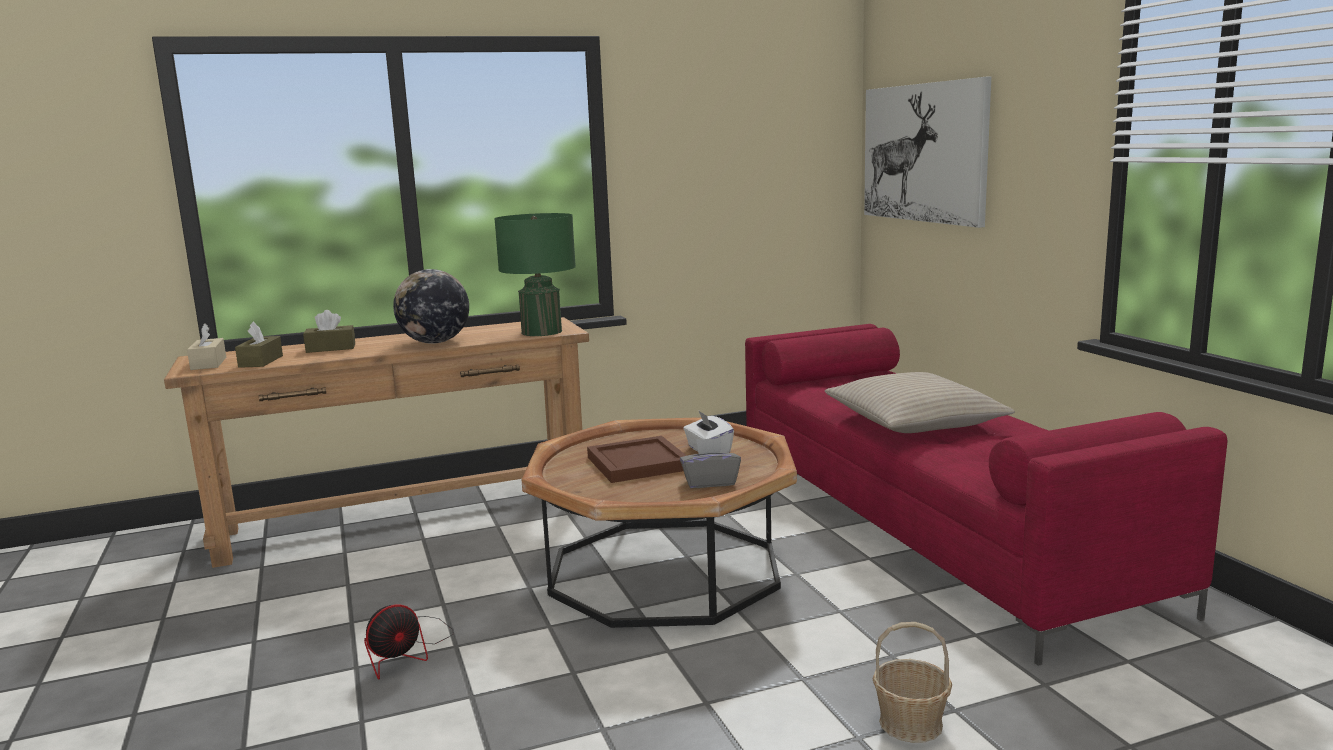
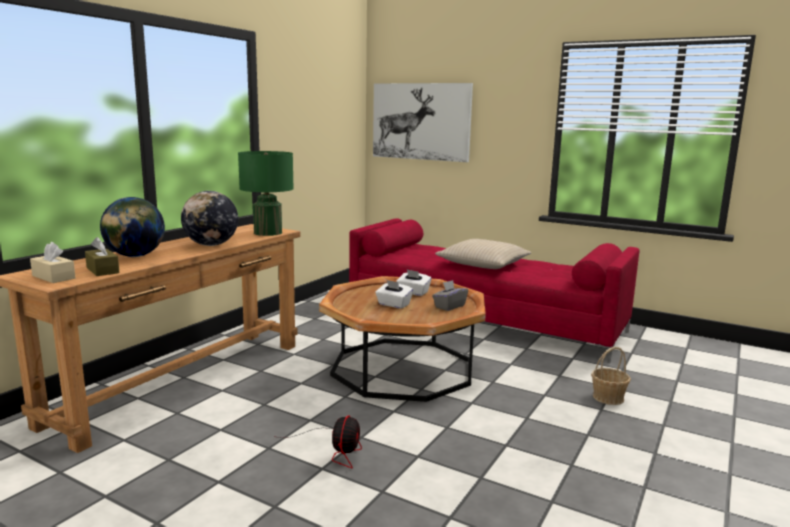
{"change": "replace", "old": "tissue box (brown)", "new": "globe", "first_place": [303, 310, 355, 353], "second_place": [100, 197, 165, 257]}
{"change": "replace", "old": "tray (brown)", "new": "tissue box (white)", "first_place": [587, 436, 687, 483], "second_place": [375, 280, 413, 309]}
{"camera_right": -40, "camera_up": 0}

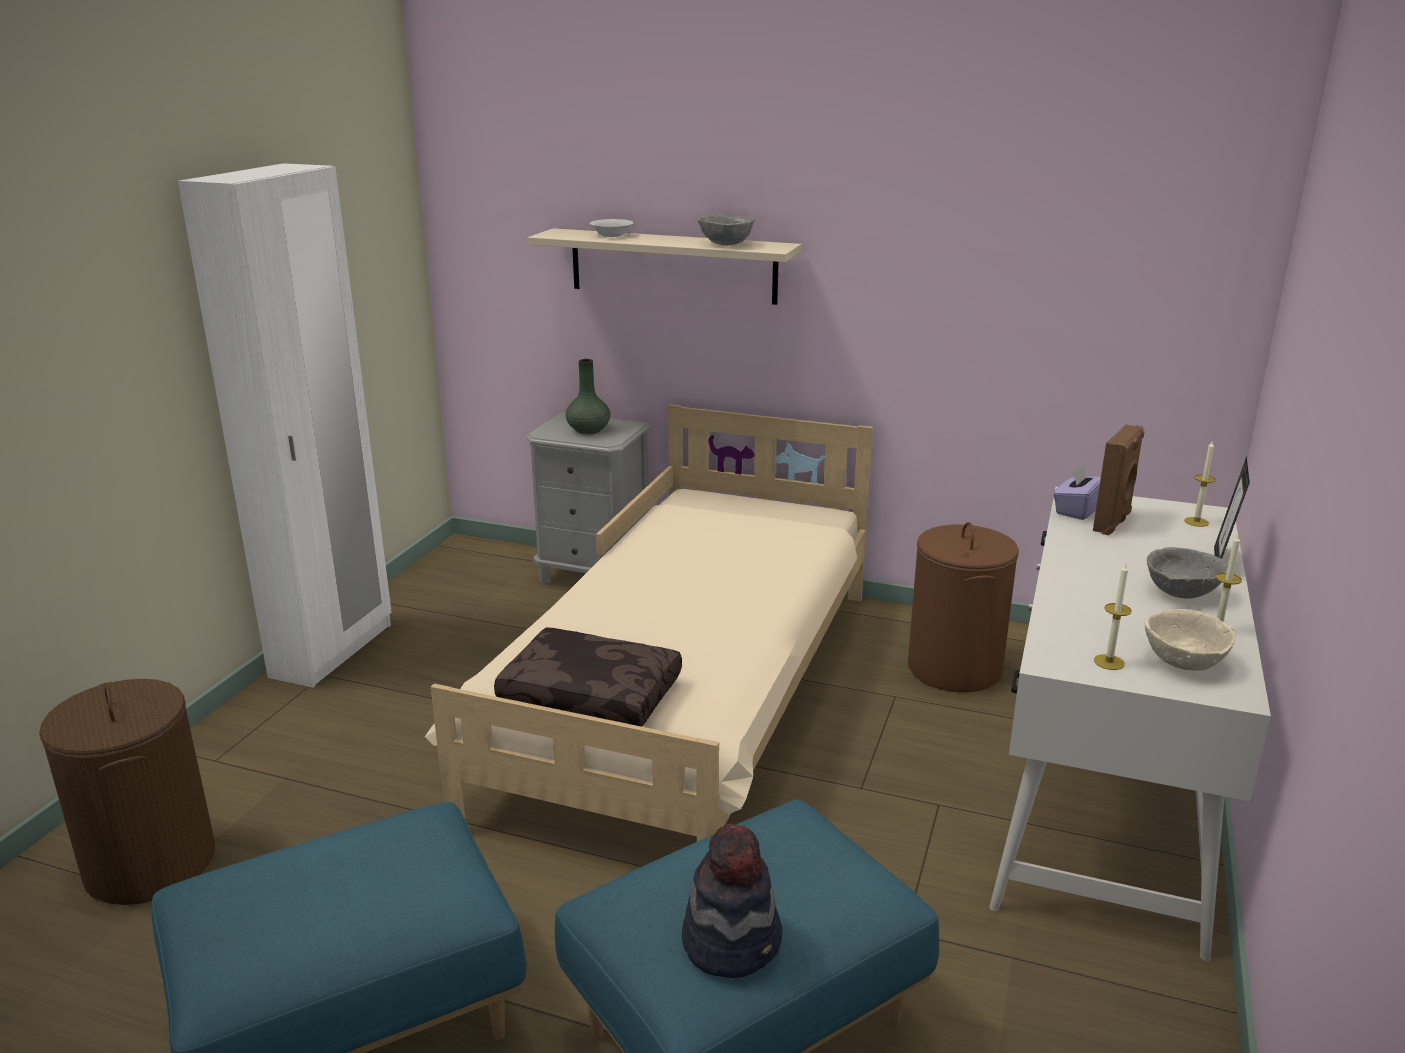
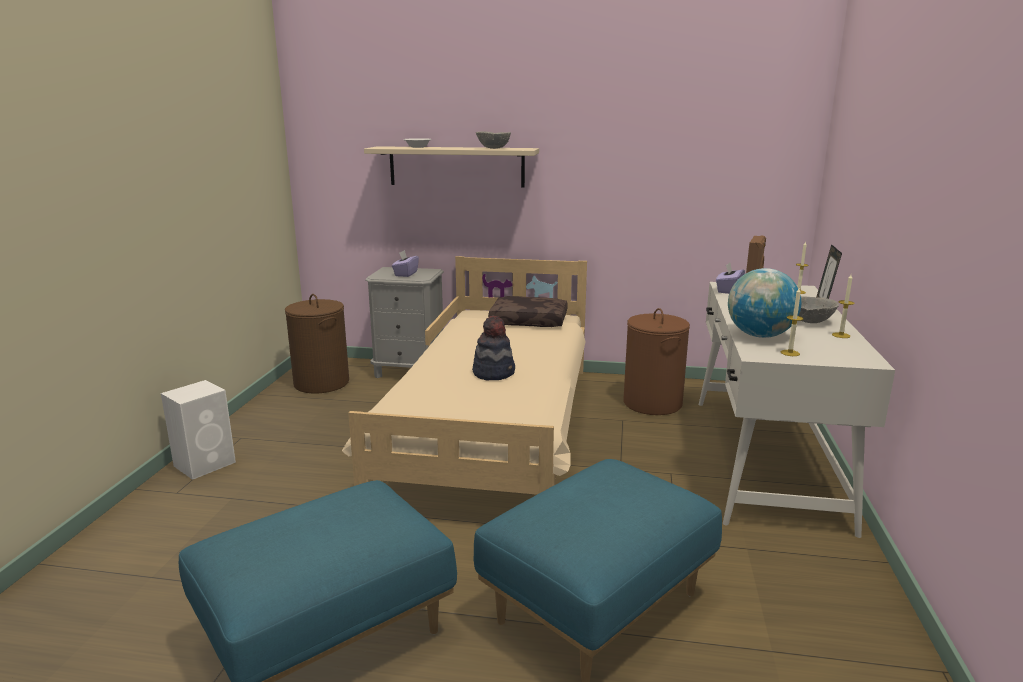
{"change": "insert", "new": "speaker (white)", "second_place": [161, 380, 236, 480]}
{"change": "move", "old": "laundry basket (brown)", "first_place": [39, 679, 215, 905], "second_place": [285, 294, 349, 393]}
{"change": "replace", "old": "vase (green)", "new": "tissue box (purple)", "first_place": [566, 359, 610, 434], "second_place": [392, 250, 419, 277]}
{"change": "move", "old": "hat", "first_place": [682, 824, 782, 978], "second_place": [472, 316, 515, 380]}
{"change": "move", "old": "pillow (brown)", "first_place": [494, 628, 682, 727], "second_place": [488, 296, 568, 327]}
{"change": "insert", "new": "globe", "second_place": [728, 268, 801, 338]}
{"change": "delete", "old": "wardrobe (white)", "first_place": [178, 163, 392, 688]}
{"change": "delete", "old": "bowl (beige)", "first_place": [1145, 609, 1235, 671]}
{"camera_right": -10, "camera_up": -5}

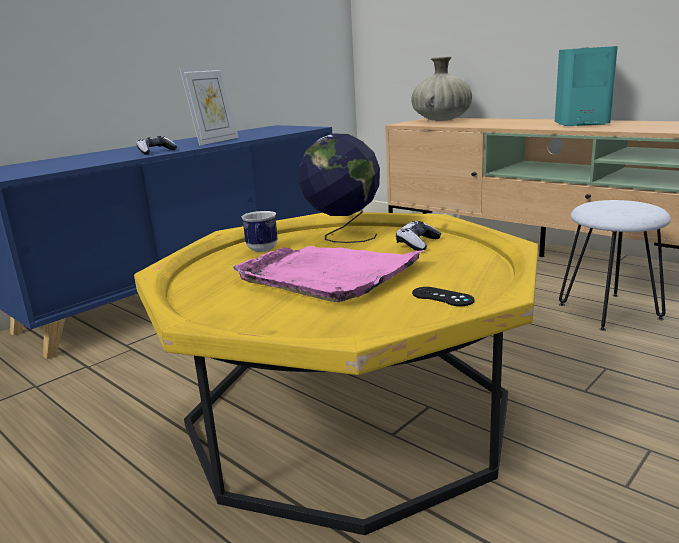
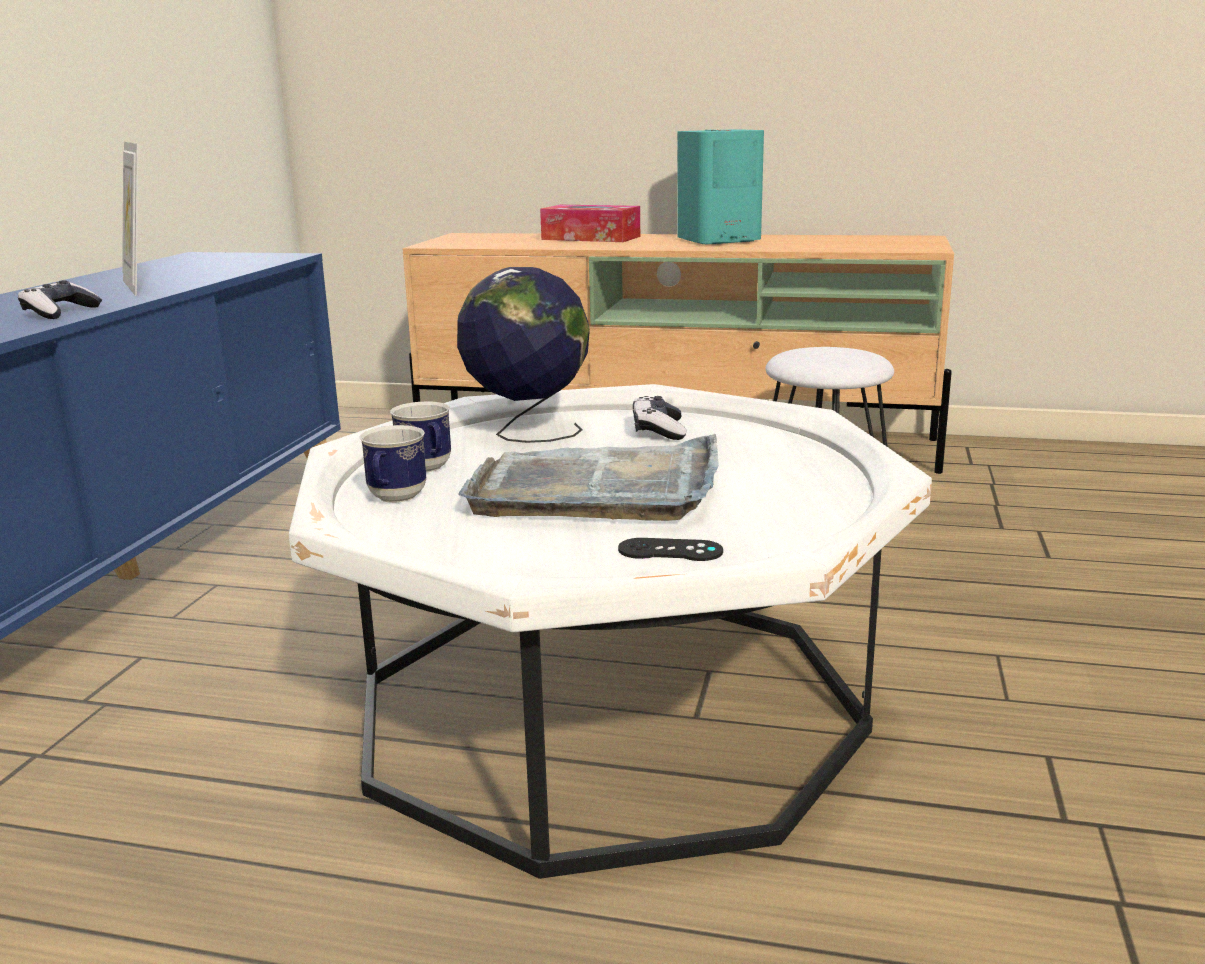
{"change": "rotate", "old": "picture frame", "first_place": [180, 66, 239, 146], "second_place": [122, 142, 138, 296], "degrees": 150}
{"change": "recolor", "old": "coffee table (yellow)", "new": "coffee table (white)", "first_place": [134, 212, 538, 535], "second_place": [289, 384, 932, 879]}
{"change": "insert", "new": "mug", "second_place": [359, 425, 426, 503]}
{"change": "recolor", "old": "tray (pink)", "new": "tray (grey)", "first_place": [233, 246, 426, 302], "second_place": [458, 434, 719, 521]}
{"change": "insert", "new": "tissue box", "second_place": [540, 205, 640, 242]}
{"change": "move", "old": "game controller (black)", "first_place": [412, 287, 475, 306], "second_place": [618, 538, 723, 561]}
{"change": "delete", "old": "vase (beige)", "first_place": [411, 56, 472, 121]}
{"camera_right": -30, "camera_up": 0}

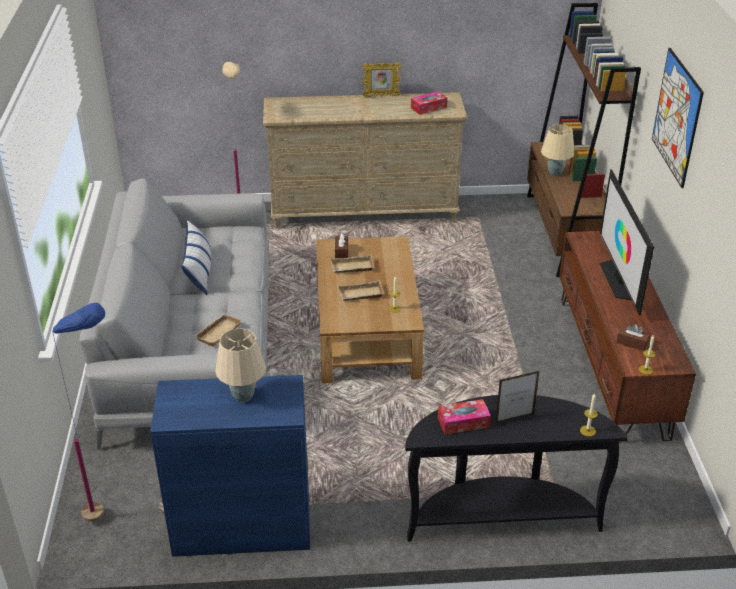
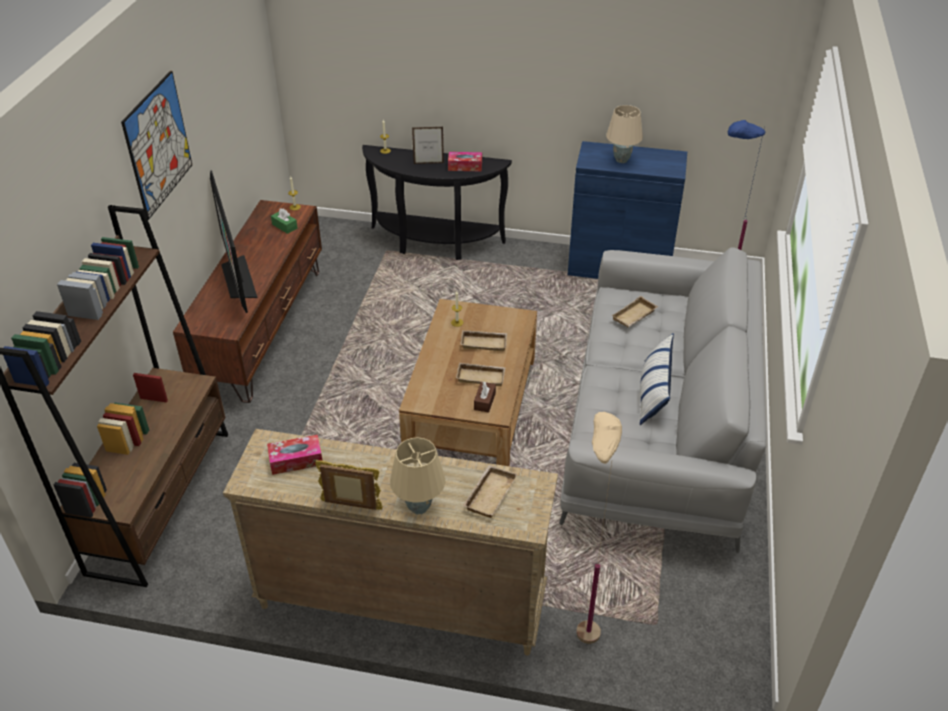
{"change": "rotate", "old": "television", "first_place": [600, 169, 654, 315], "second_place": [210, 171, 257, 313], "degrees": 150}
{"change": "recolor", "old": "tissue box (brown)", "new": "tissue box (green)", "first_place": [616, 324, 650, 351], "second_place": [271, 209, 298, 234]}
{"change": "move", "old": "table lamp (beige)", "first_place": [541, 124, 574, 176], "second_place": [390, 437, 446, 514]}
{"change": "insert", "new": "tray (beige)", "second_place": [463, 465, 517, 518]}
{"camera_right": -165, "camera_up": 5}

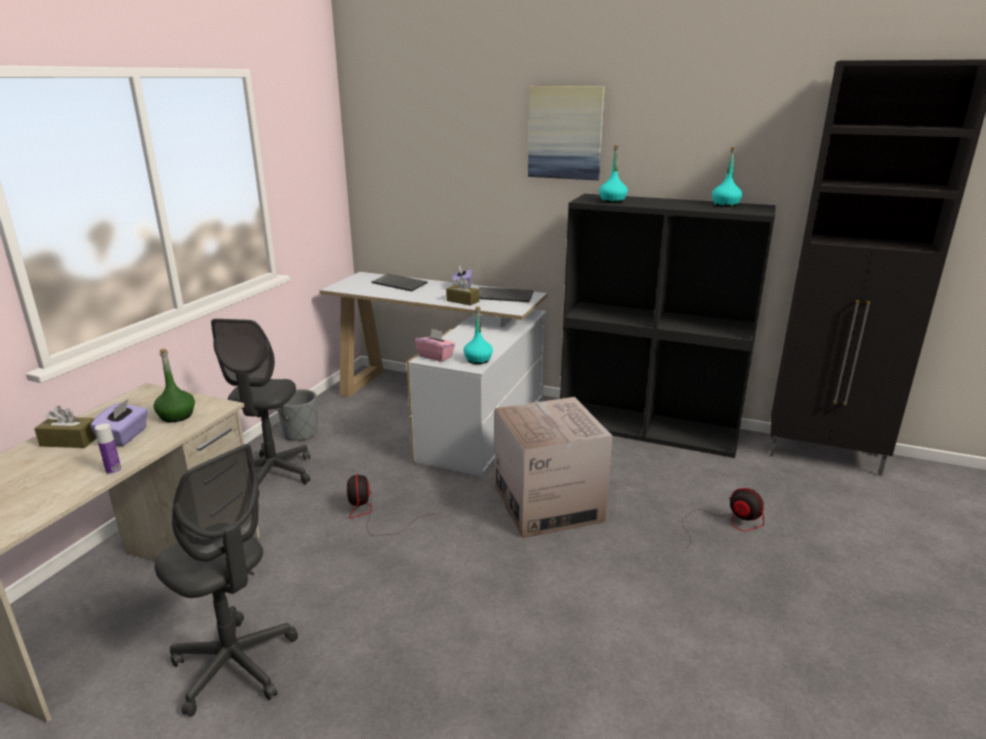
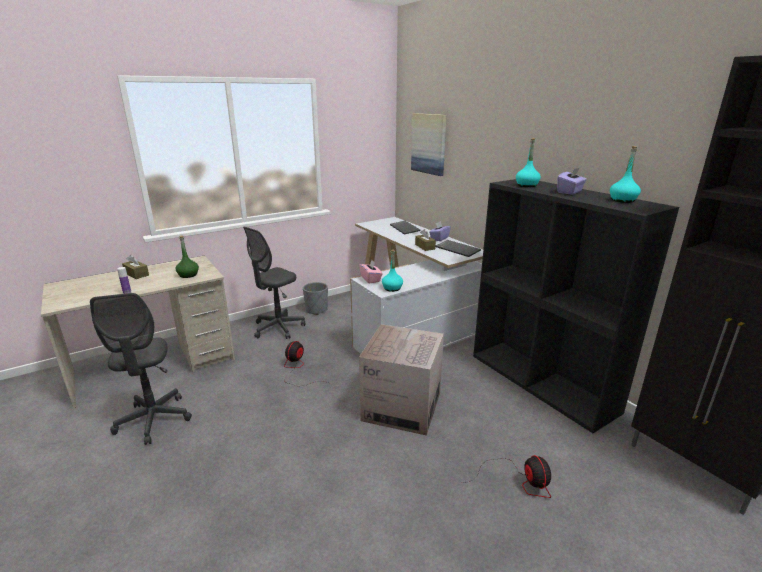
{"change": "move", "old": "picture", "first_place": [528, 86, 605, 180], "second_place": [411, 113, 447, 176]}
{"change": "move", "old": "tissue box (purple)", "first_place": [90, 399, 148, 446], "second_place": [557, 168, 587, 195]}
{"camera_right": 35, "camera_up": 0}

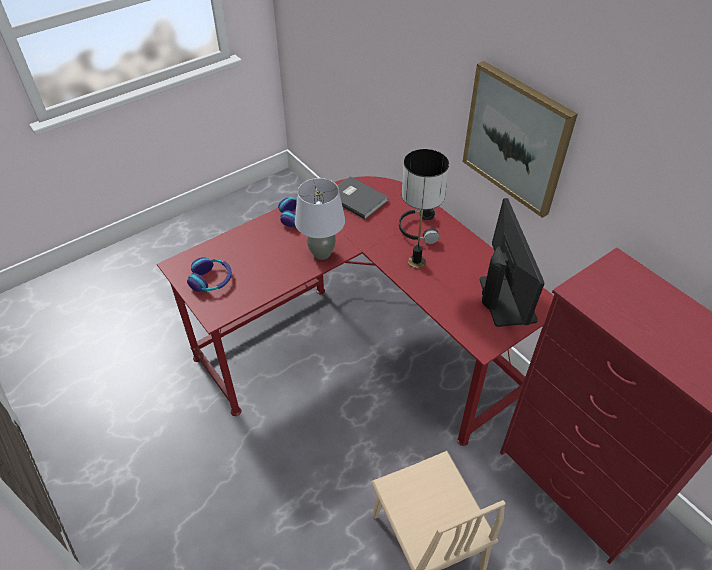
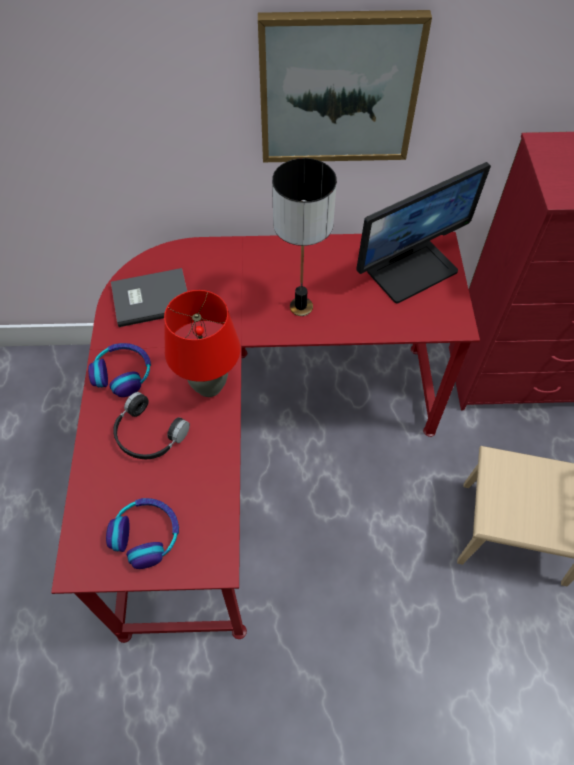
{"change": "move", "old": "headphones (black)", "first_place": [399, 208, 439, 244], "second_place": [113, 392, 190, 459]}
{"change": "recolor", "old": "table lamp (grey)", "new": "table lamp (red)", "first_place": [295, 178, 345, 260], "second_place": [164, 290, 240, 397]}
{"change": "rotate", "old": "monitor", "first_place": [480, 198, 544, 327], "second_place": [356, 162, 491, 303], "degrees": 120}
{"camera_right": -55, "camera_up": 10}

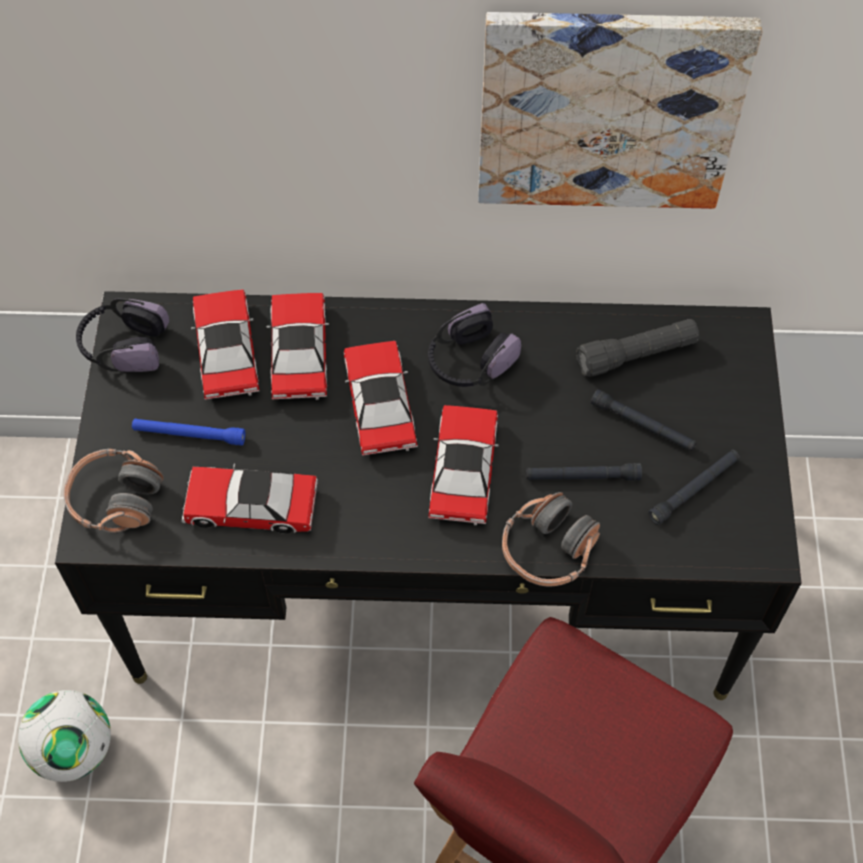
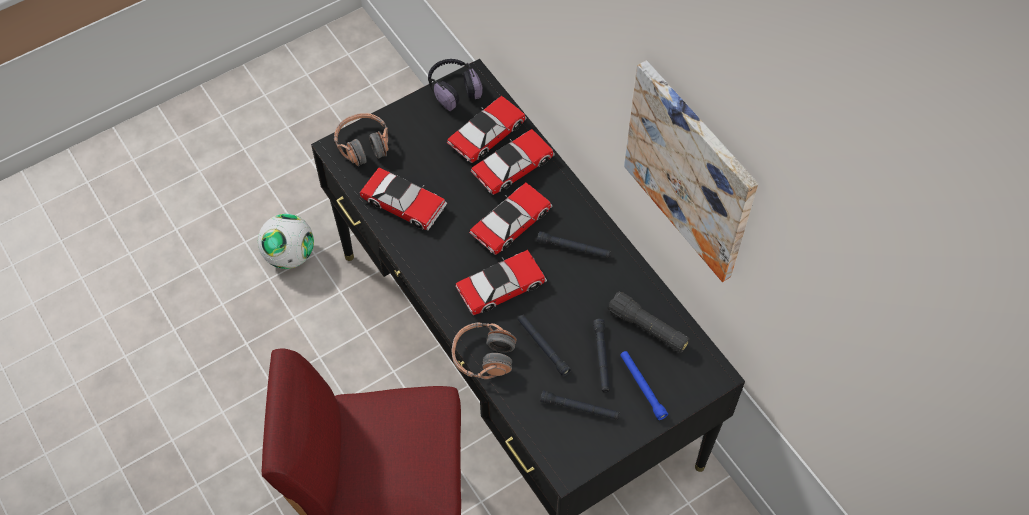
{"change": "rotate", "old": "toy car", "first_place": [181, 463, 318, 534], "second_place": [360, 168, 447, 231], "degrees": 150}
{"change": "replace", "old": "headphones", "new": "flashlight (black)", "first_place": [428, 303, 521, 387], "second_place": [537, 231, 611, 258]}
{"change": "move", "old": "flashlight (blue)", "first_place": [132, 419, 245, 446], "second_place": [620, 351, 668, 420]}
{"camera_right": 55, "camera_up": 0}

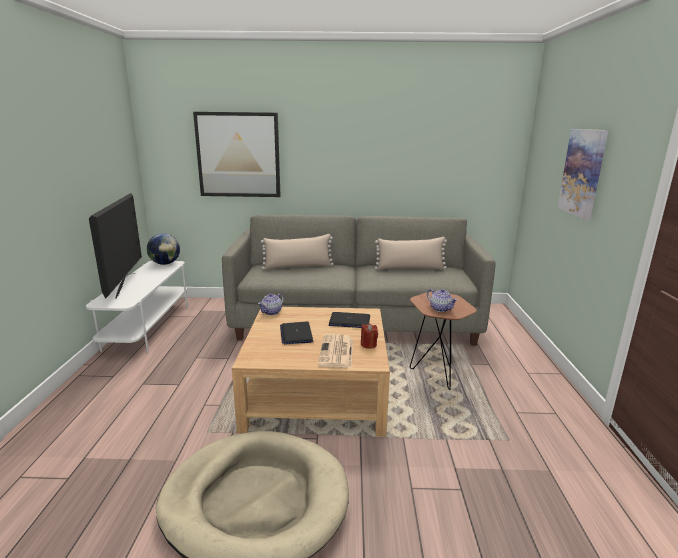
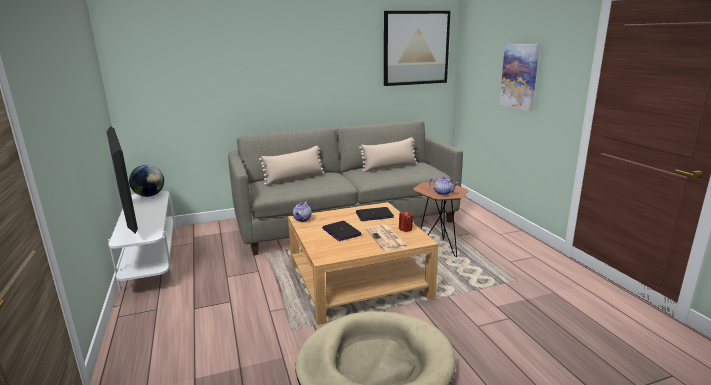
{"change": "move", "old": "picture", "first_place": [193, 112, 281, 197], "second_place": [384, 11, 451, 86]}
{"camera_right": -20, "camera_up": 0}

